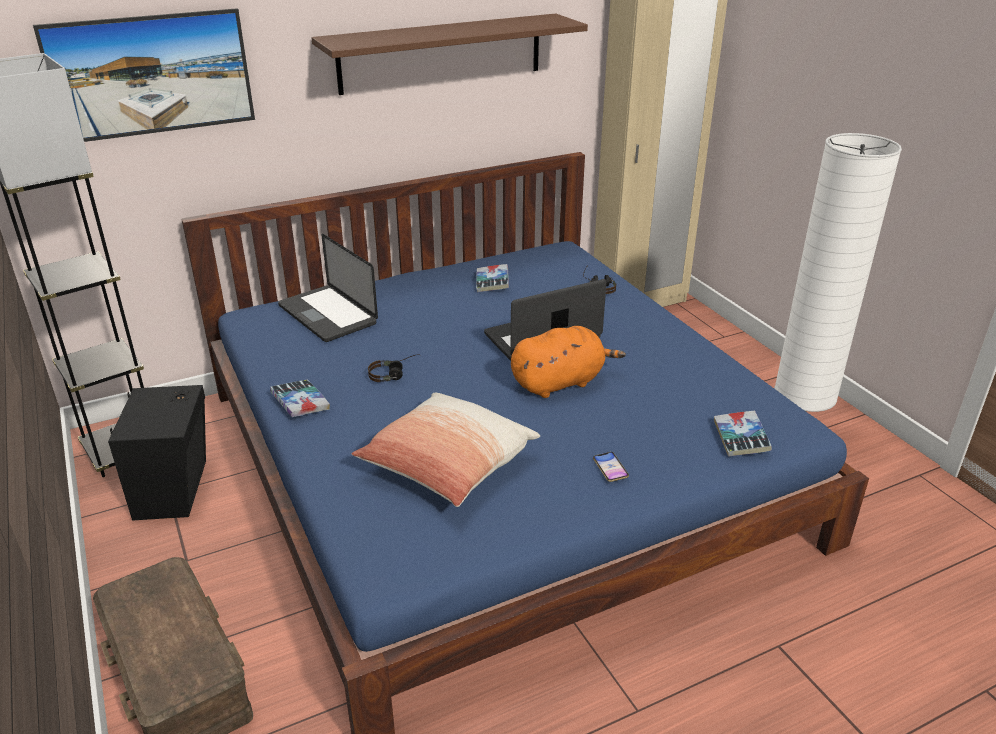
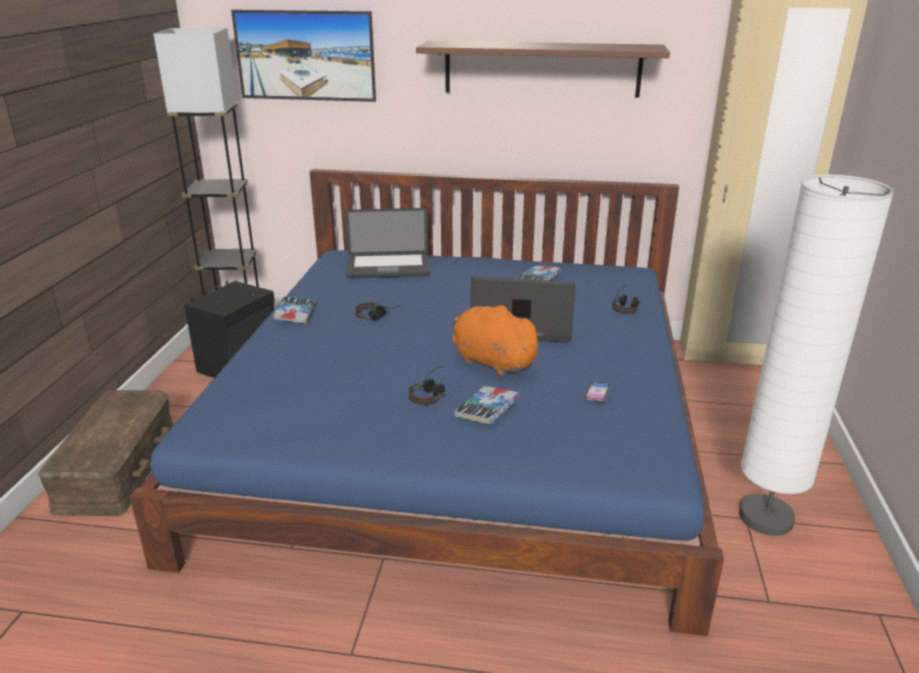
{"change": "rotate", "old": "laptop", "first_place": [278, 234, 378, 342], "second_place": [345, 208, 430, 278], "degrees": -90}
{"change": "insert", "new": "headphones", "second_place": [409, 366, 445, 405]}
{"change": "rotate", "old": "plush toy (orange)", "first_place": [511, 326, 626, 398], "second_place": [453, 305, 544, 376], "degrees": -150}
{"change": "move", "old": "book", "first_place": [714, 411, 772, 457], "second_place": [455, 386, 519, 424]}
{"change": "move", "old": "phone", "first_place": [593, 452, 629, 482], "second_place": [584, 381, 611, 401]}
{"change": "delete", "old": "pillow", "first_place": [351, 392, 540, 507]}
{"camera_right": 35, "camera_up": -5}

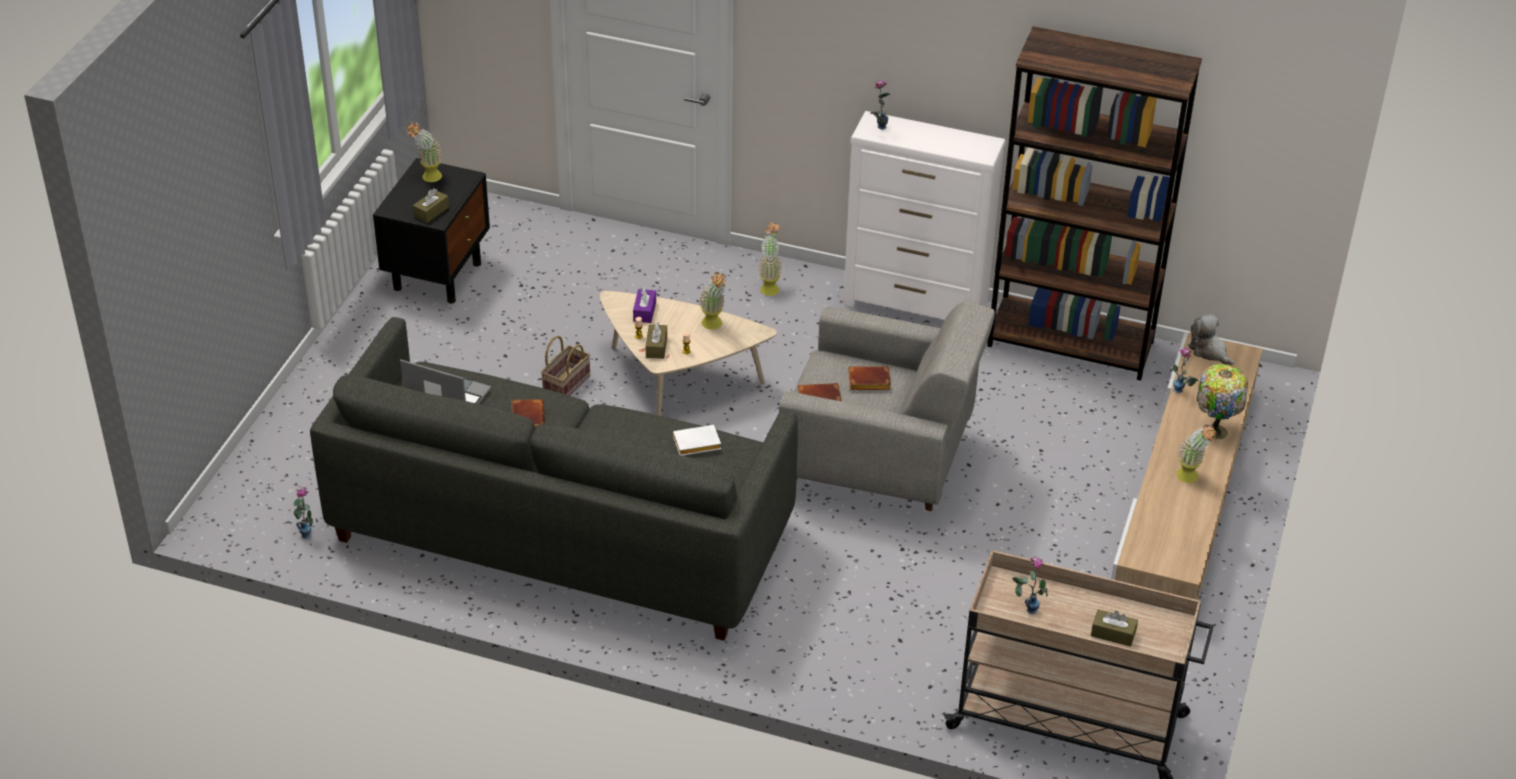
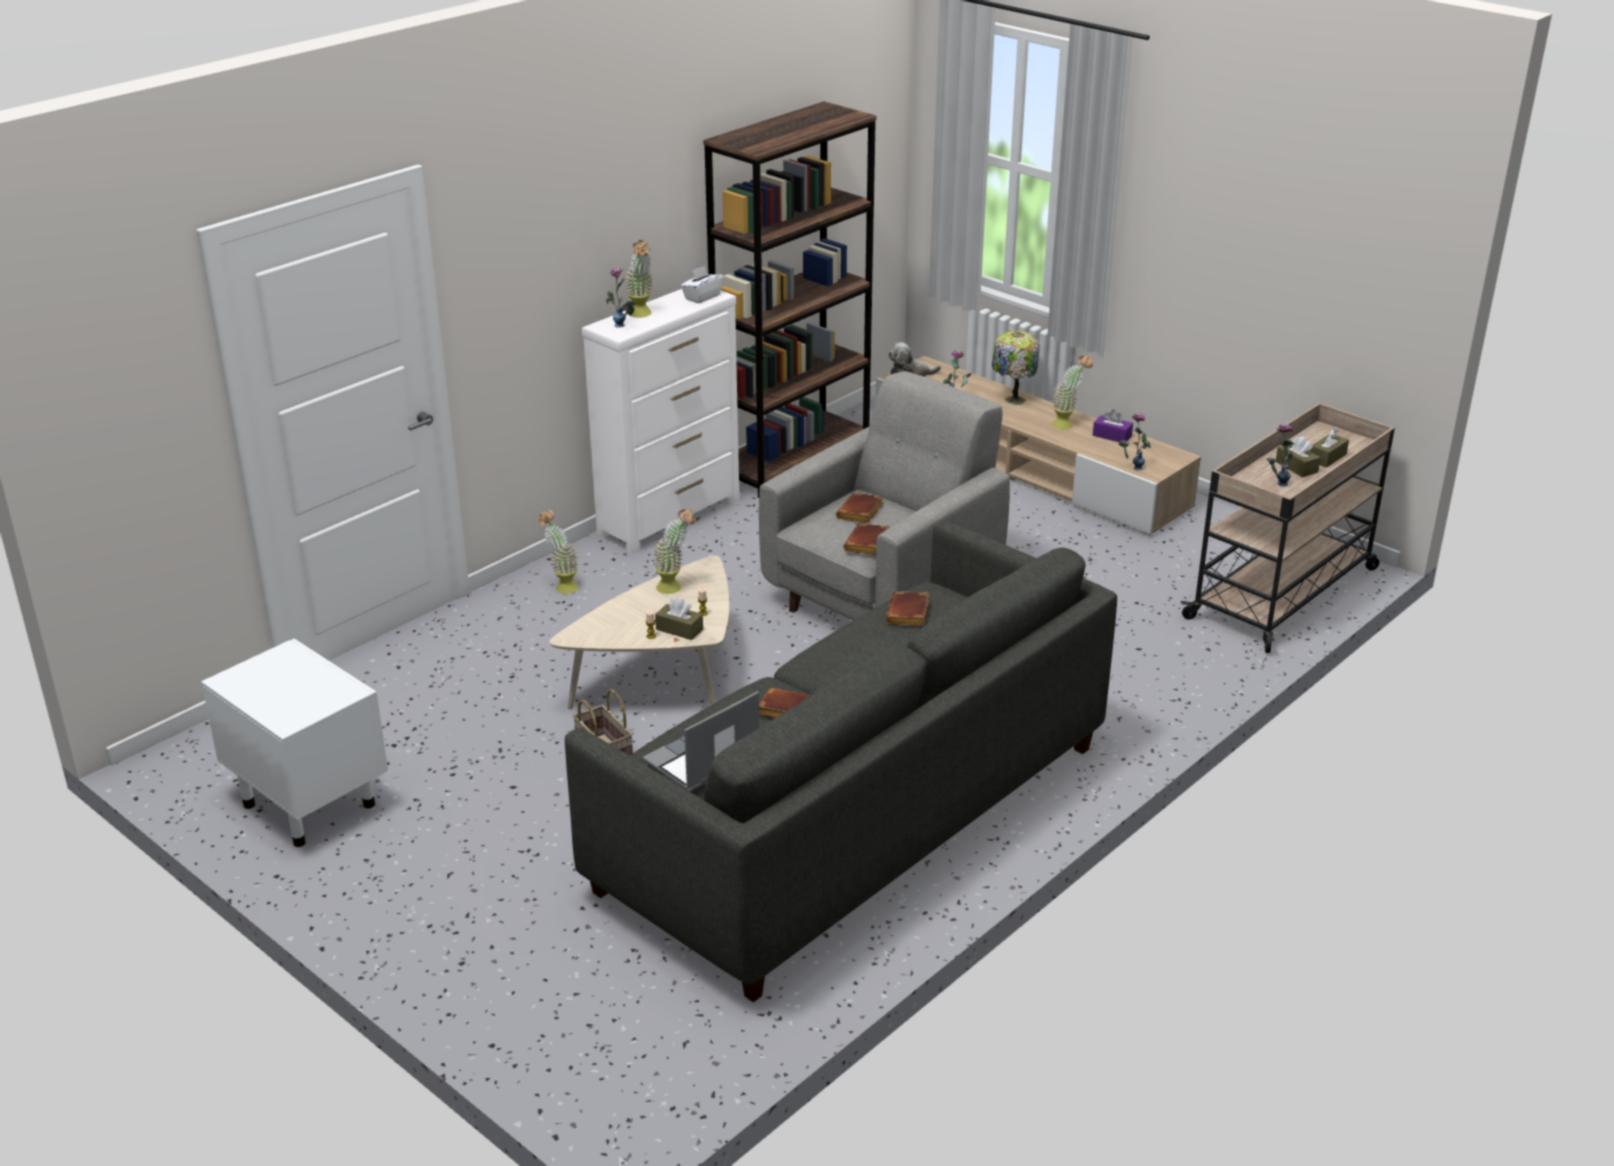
{"change": "recolor", "old": "nightstand (black)", "new": "nightstand (white)", "first_place": [373, 158, 490, 304], "second_place": [201, 639, 388, 847]}
{"change": "move", "old": "potted plant", "first_place": [406, 122, 442, 182], "second_place": [624, 240, 653, 318]}
{"change": "insert", "new": "tissue box (white)", "second_place": [681, 266, 723, 303]}
{"change": "recolor", "old": "book (white)", "new": "book (brown)", "first_place": [673, 425, 721, 455], "second_place": [886, 591, 930, 626]}
{"change": "move", "old": "tissue box (purple)", "first_place": [633, 287, 656, 323], "second_place": [1093, 410, 1133, 442]}
{"change": "move", "old": "vase", "first_place": [293, 487, 313, 539], "second_place": [1118, 413, 1151, 470]}
{"change": "move", "old": "tissue box (brown)", "first_place": [413, 188, 449, 223], "second_place": [1276, 436, 1321, 477]}
{"camera_right": -65, "camera_up": -10}

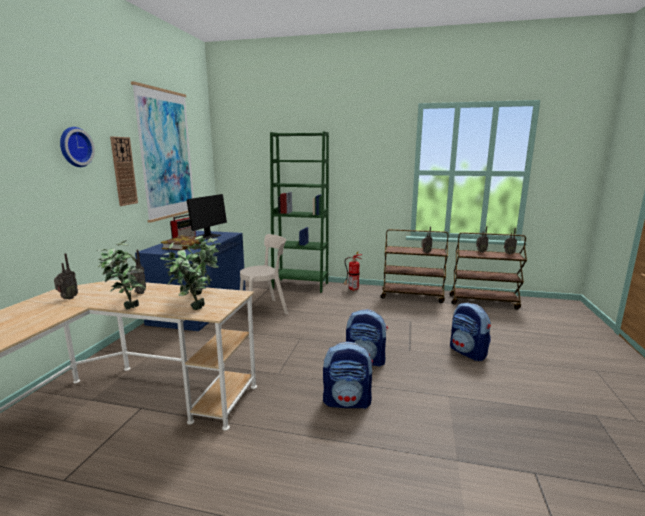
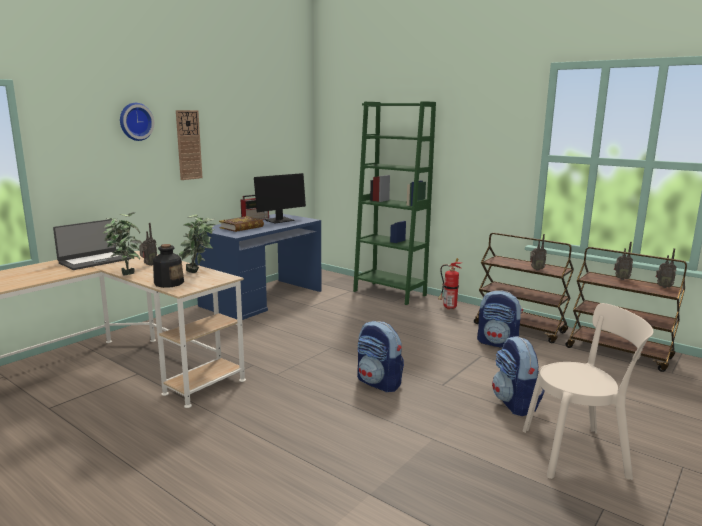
{"change": "replace", "old": "radio", "new": "laptop", "first_place": [54, 253, 78, 299], "second_place": [53, 219, 132, 270]}
{"change": "replace", "old": "potted plant", "new": "bottle", "first_place": [160, 242, 208, 310], "second_place": [153, 244, 184, 288]}
{"change": "move", "old": "backpack", "first_place": [323, 342, 373, 409], "second_place": [477, 290, 523, 348]}
{"change": "move", "old": "chair (beige)", "first_place": [240, 234, 288, 315], "second_place": [523, 303, 654, 480]}
{"change": "delete", "old": "picture", "first_place": [131, 81, 194, 223]}
{"camera_right": 25, "camera_up": 0}

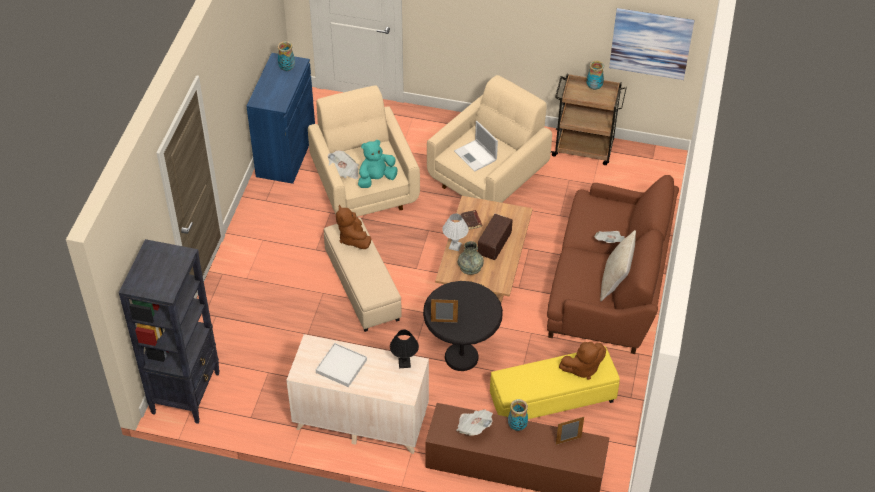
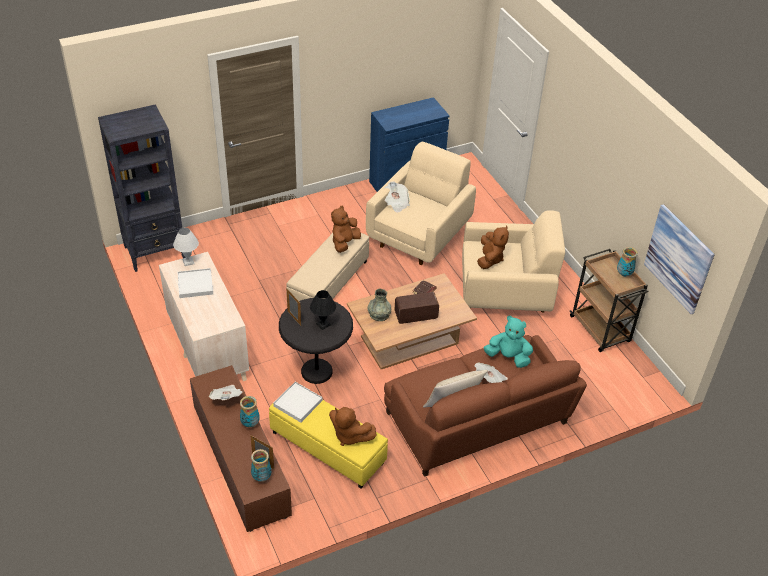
{"change": "move", "old": "table lamp (white)", "first_place": [442, 214, 469, 251], "second_place": [173, 228, 199, 266]}
{"change": "move", "old": "vase", "first_place": [278, 41, 295, 71], "second_place": [251, 449, 271, 482]}
{"change": "insert", "new": "tray (white)", "second_place": [273, 382, 323, 423]}
{"change": "move", "old": "table lamp (black)", "first_place": [390, 330, 419, 368], "second_place": [310, 290, 336, 330]}
{"change": "replace", "old": "laptop", "new": "plush toy (brown)", "first_place": [454, 121, 498, 172], "second_place": [477, 226, 509, 269]}
{"change": "move", "old": "plush toy (turquoise)", "first_place": [358, 140, 398, 188], "second_place": [484, 316, 533, 368]}
{"camera_right": 50, "camera_up": -5}

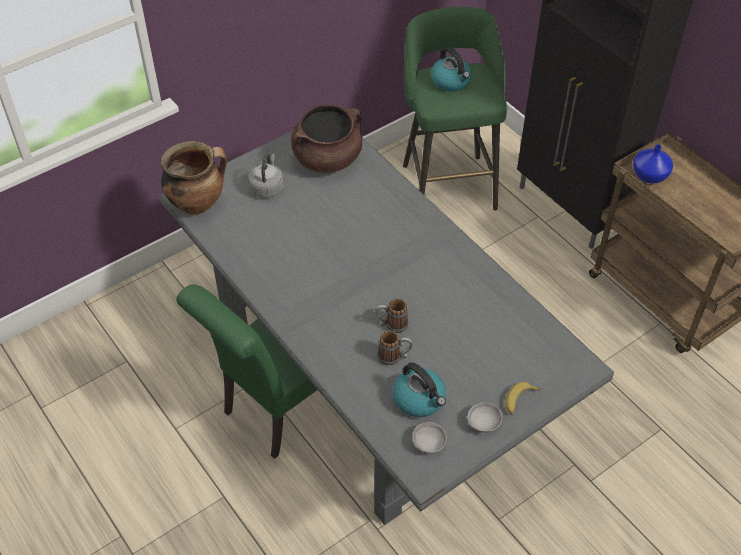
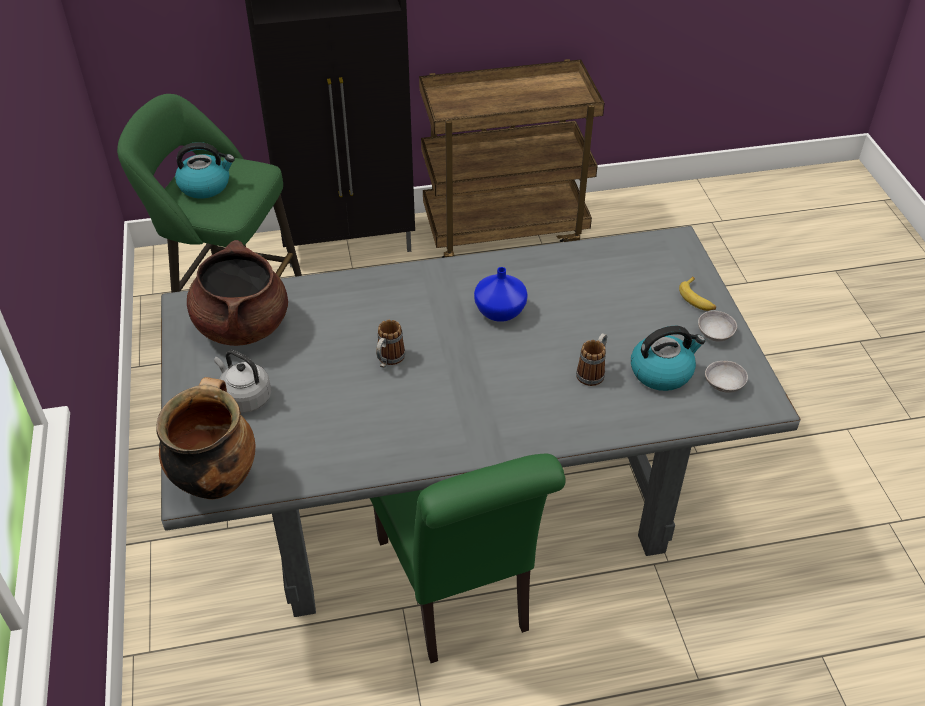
{"change": "move", "old": "mug", "first_place": [375, 298, 408, 333], "second_place": [376, 320, 405, 368]}
{"change": "move", "old": "vase (blue)", "first_place": [633, 144, 673, 184], "second_place": [474, 267, 528, 322]}
{"camera_right": -65, "camera_up": -5}

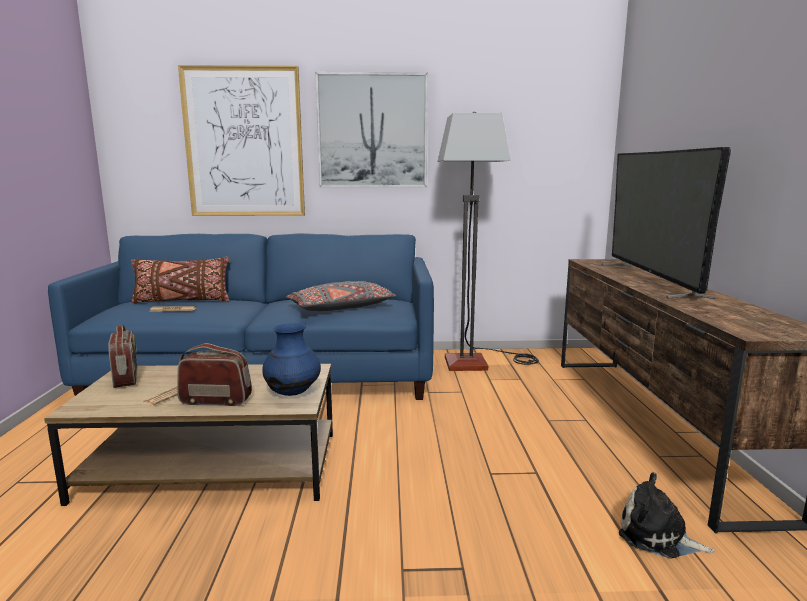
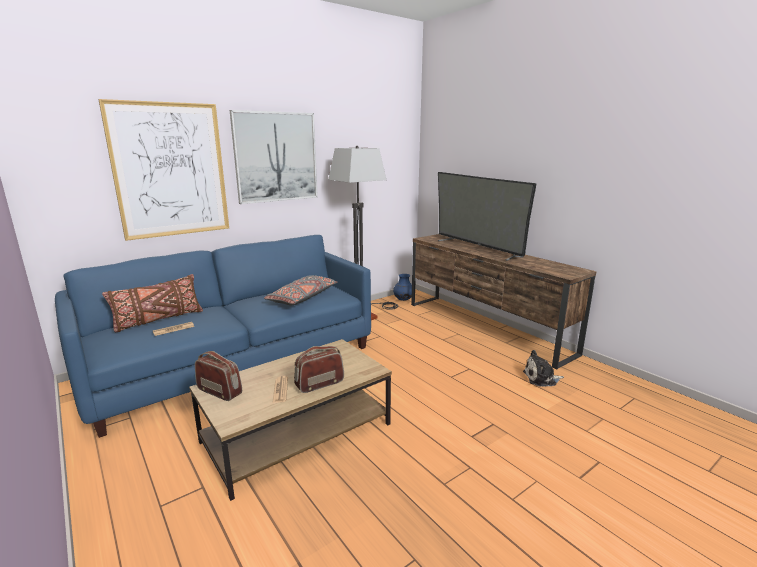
{"change": "move", "old": "vase (blue)", "first_place": [262, 323, 321, 396], "second_place": [393, 274, 412, 301]}
{"camera_right": -35, "camera_up": 5}

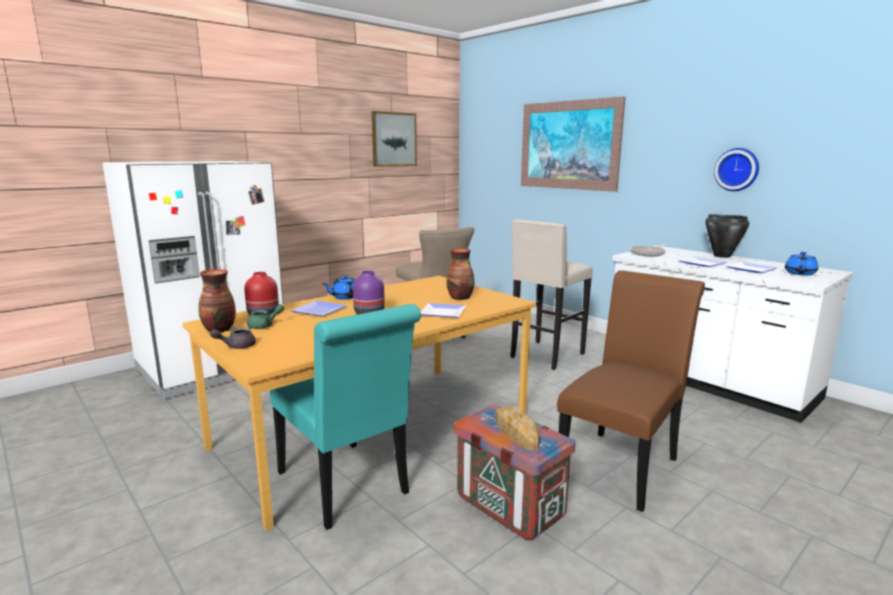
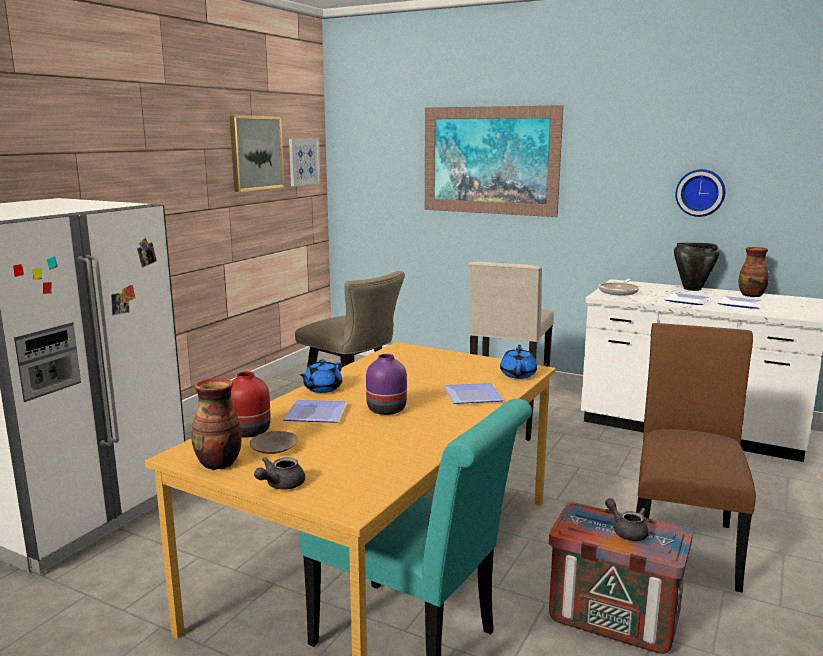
{"change": "replace", "old": "teapot (green)", "new": "plate (beige)", "first_place": [247, 304, 284, 329], "second_place": [250, 431, 298, 454]}
{"change": "insert", "new": "picture", "second_place": [289, 138, 320, 186]}
{"change": "move", "old": "teapot (blue)", "first_place": [785, 252, 818, 275], "second_place": [500, 345, 537, 379]}
{"change": "replace", "old": "bread", "new": "teapot (grey)", "first_place": [495, 406, 540, 450], "second_place": [605, 498, 649, 541]}
{"change": "move", "old": "vase", "first_place": [446, 248, 474, 300], "second_place": [739, 247, 769, 297]}
{"camera_right": -20, "camera_up": 0}

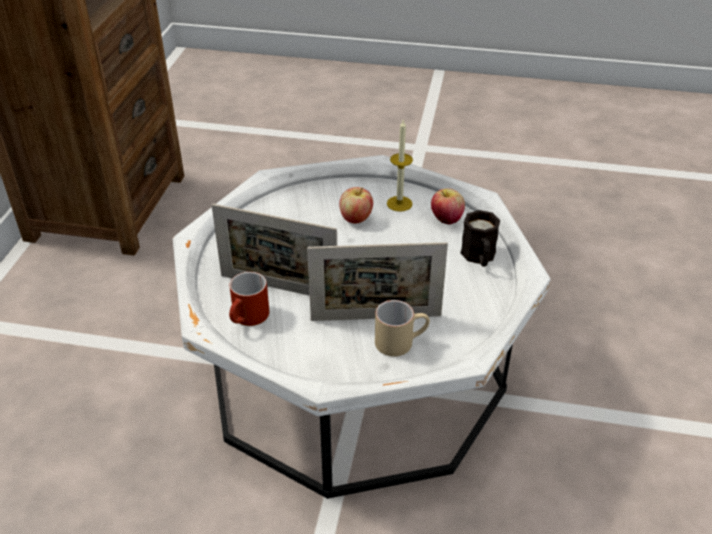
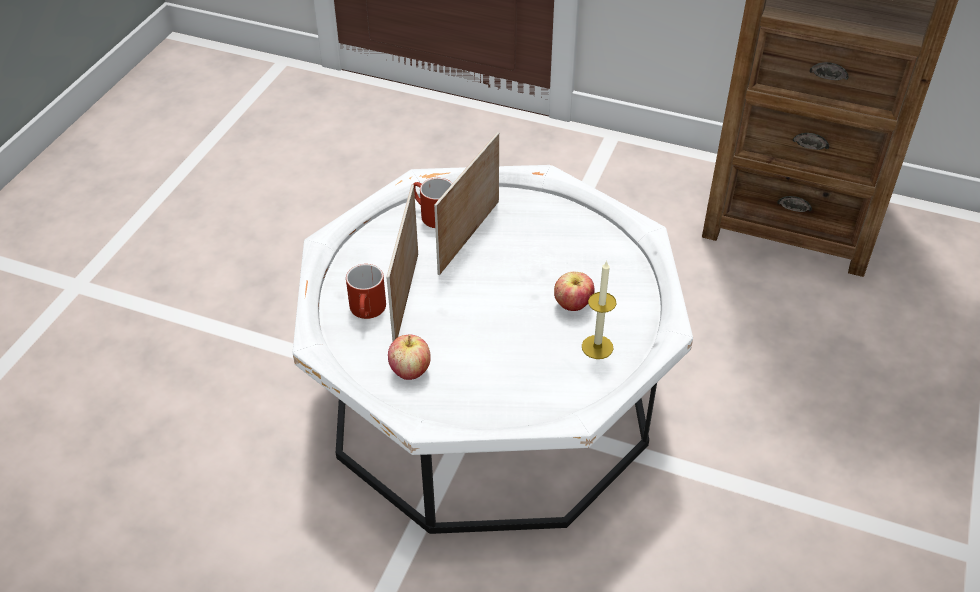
{"change": "recolor", "old": "mug (beige)", "new": "mug (red)", "first_place": [375, 300, 430, 357], "second_place": [346, 264, 386, 319]}
{"change": "move", "old": "apple", "first_place": [431, 189, 465, 225], "second_place": [388, 335, 431, 380]}
{"change": "delete", "old": "mug (black)", "first_place": [461, 210, 500, 267]}
{"camera_right": 100, "camera_up": 5}

